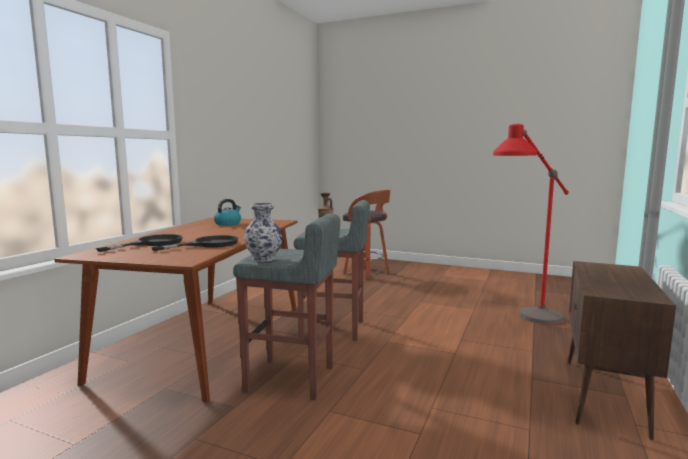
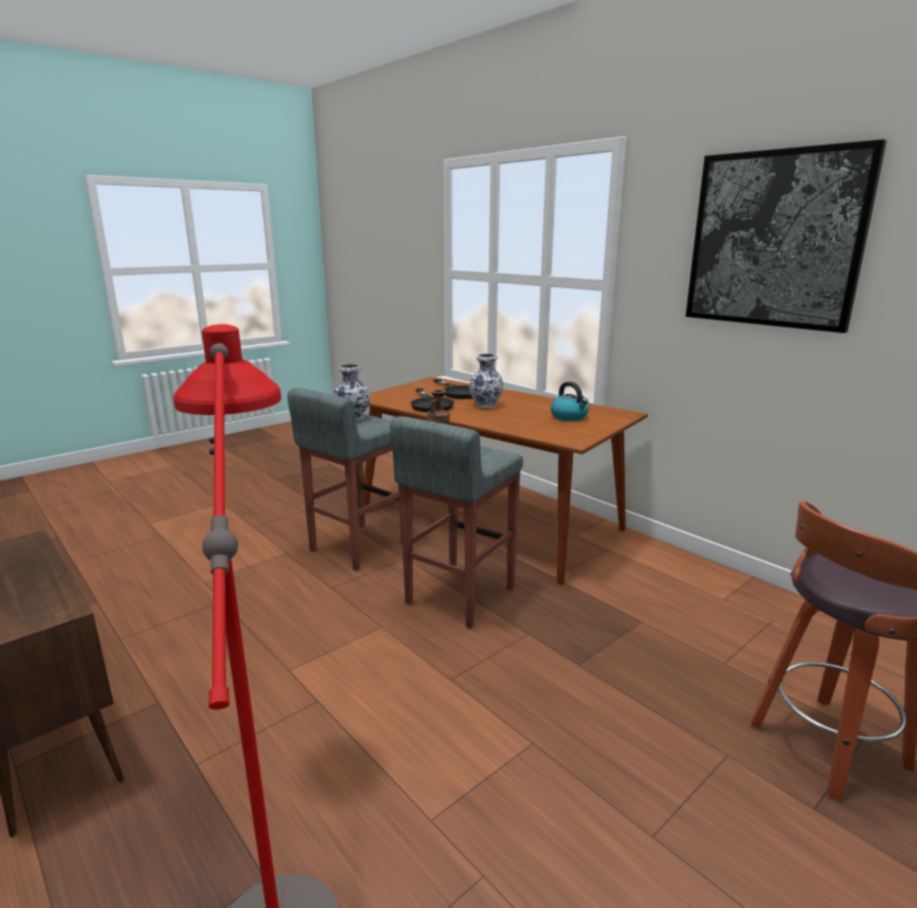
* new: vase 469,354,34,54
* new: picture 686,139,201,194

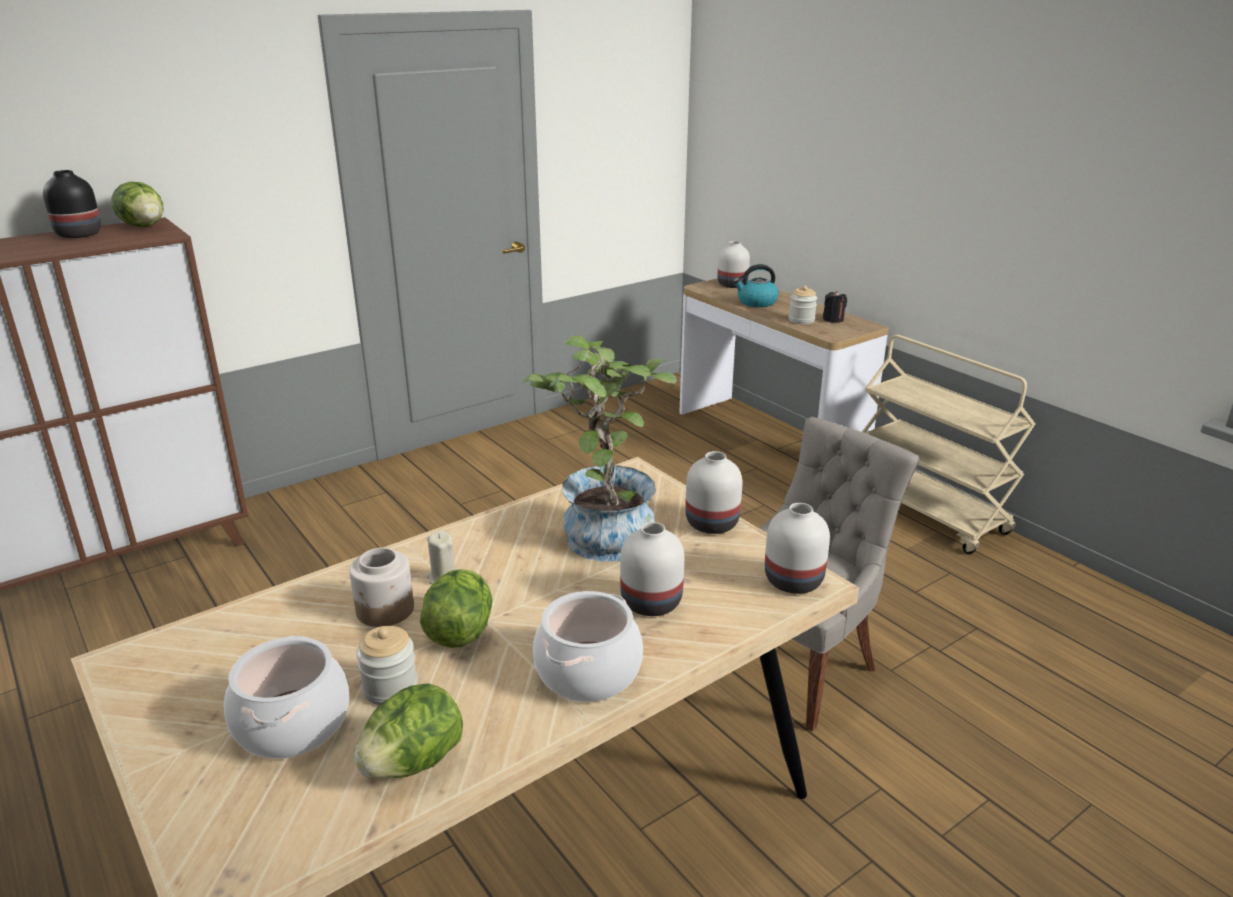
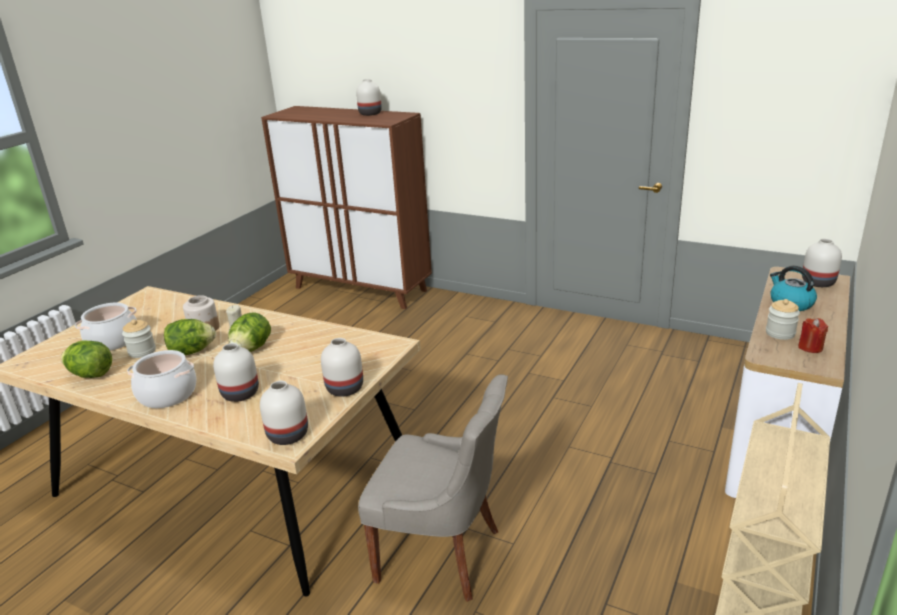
* gone: potted plant 521,335,156,227
* shifted: lettuce 111,182,52,45 to 228,312,43,40
* repainted: vase/black 43,170,58,68 to vase/white 356,79,26,37
* repainted: candle/black 823,291,24,32 to candle/red 798,318,30,35

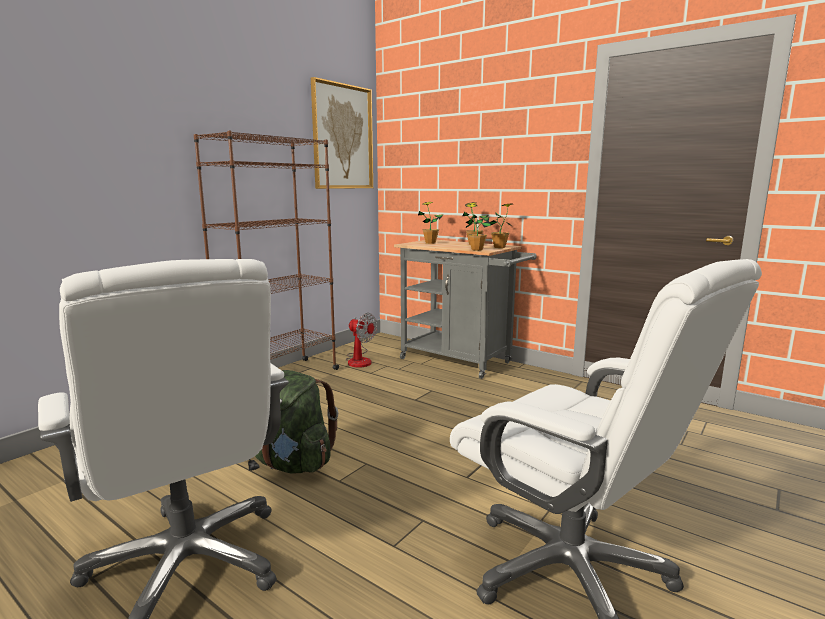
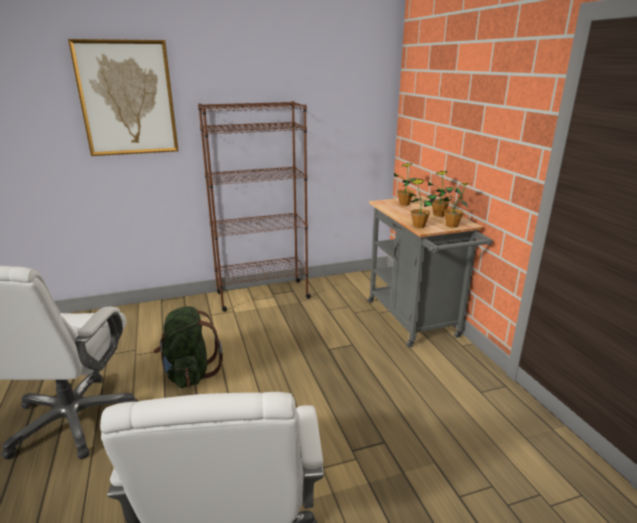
* gone: fan 346,313,31,55
* shifted: picture 311,77,62,112 to 68,39,111,117

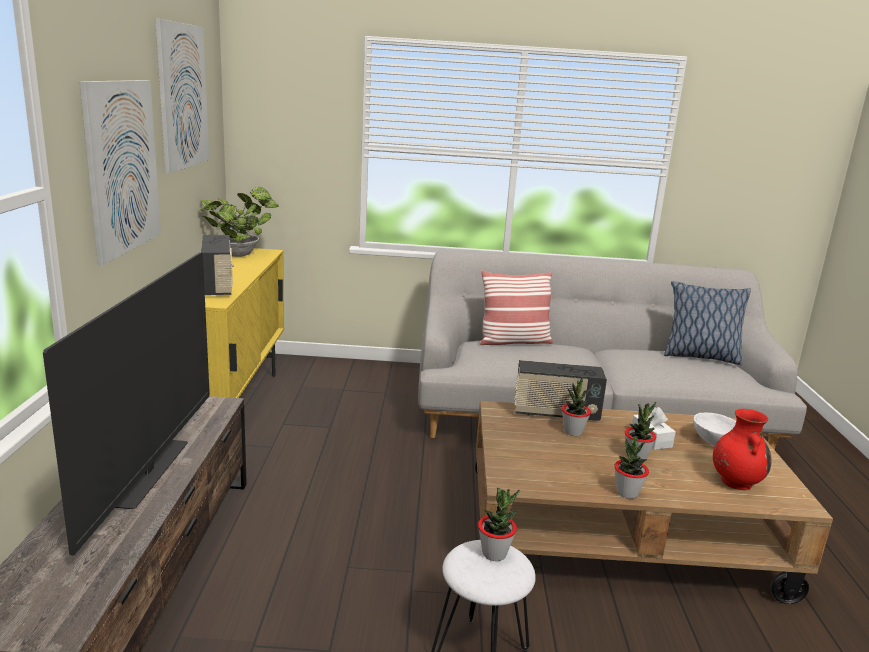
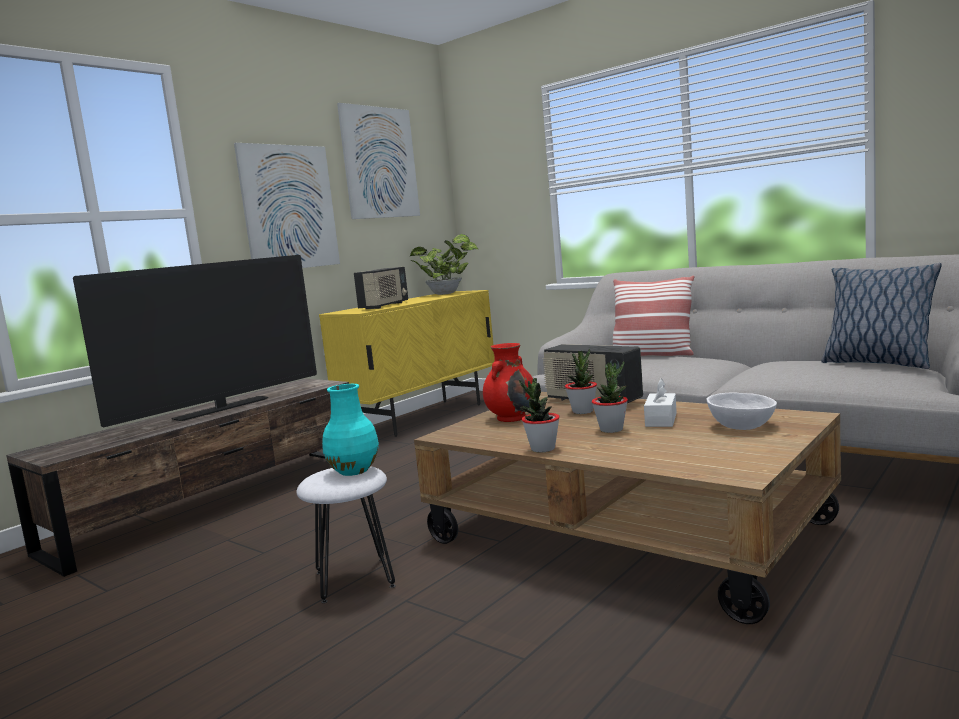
* shifted: vase/red 713,409,59,81 to 483,343,50,79
* swapped: potted plant 478,487,42,74 to vase/turquoise 322,384,57,92

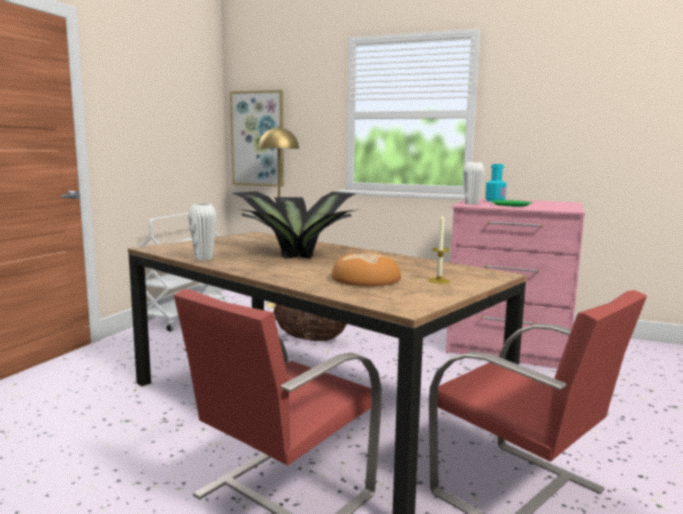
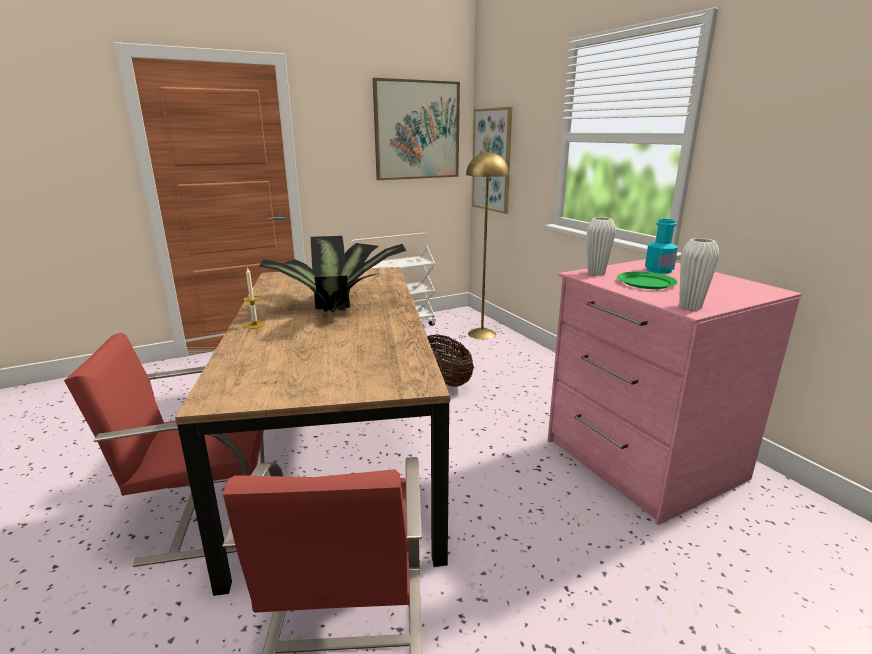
* gone: bread 332,253,69,33
* new: picture 373,78,87,102
* shifted: vase/white 188,204,29,56 to 679,238,41,72
* shifted: candle 429,213,21,70 to 243,267,22,62

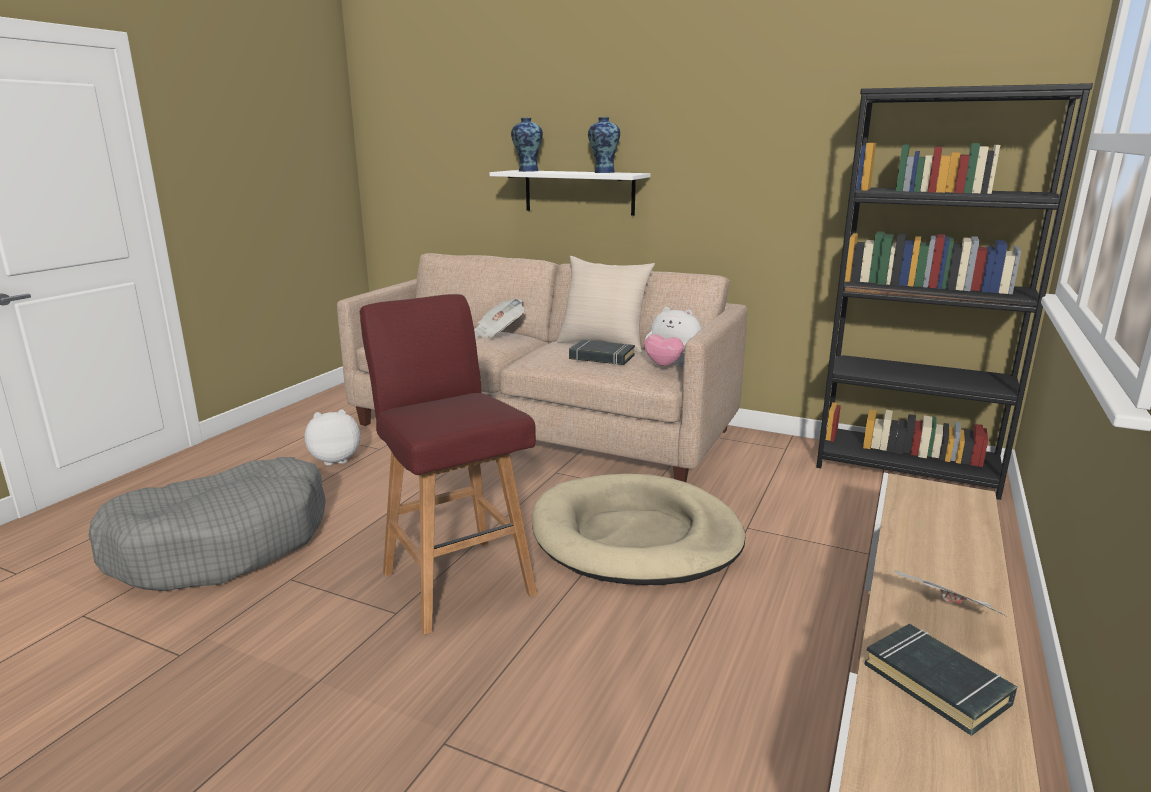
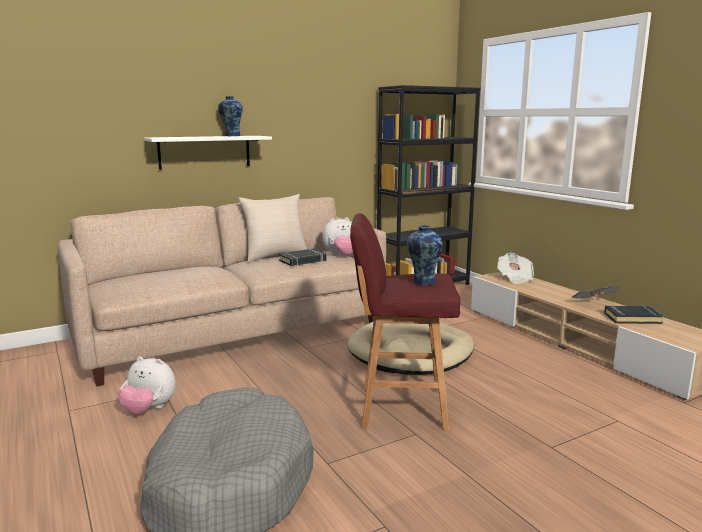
* shifted: newspaper 474,299,51,39 to 497,253,37,31
* shifted: vase 511,117,32,55 to 407,225,36,60
* rotated: plush toy 305,409,55,57 = 118,357,58,57 90 degrees counterclockwise

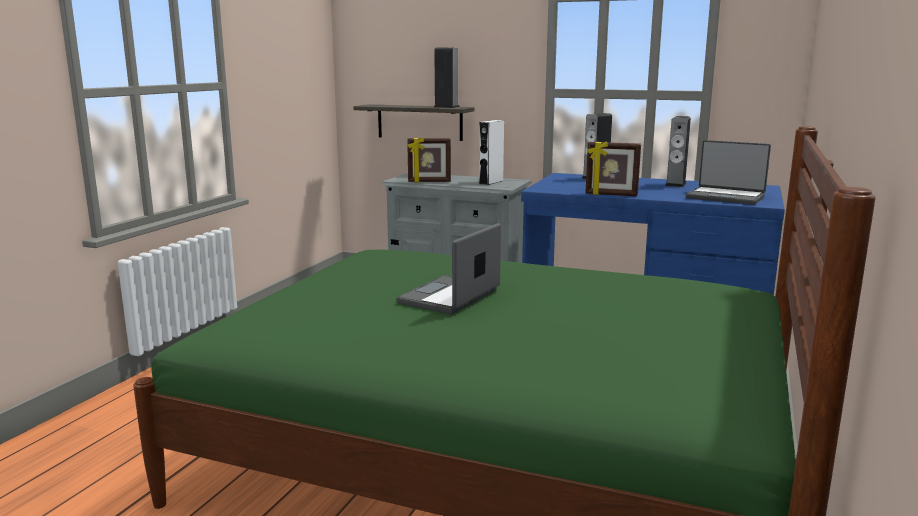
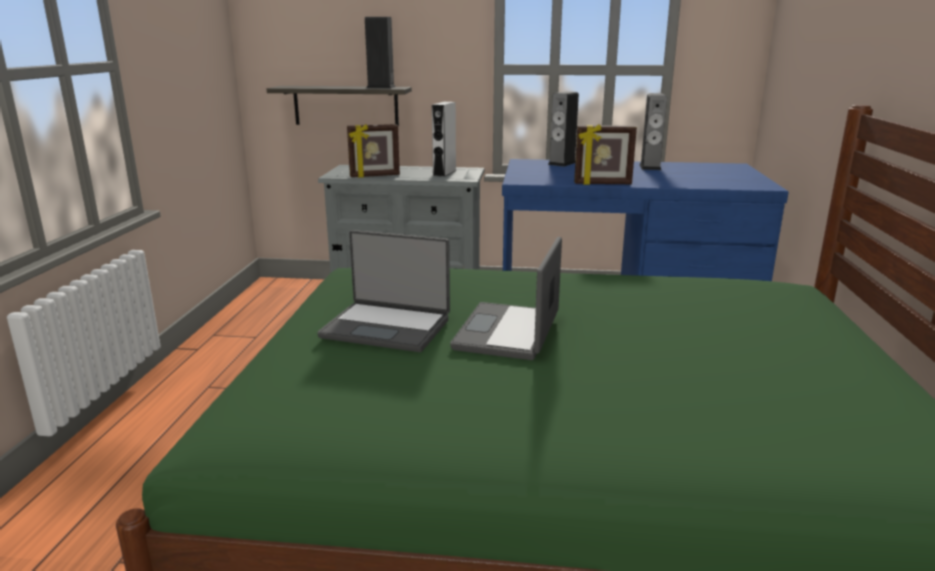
* shifted: laptop 686,140,85,65 to 318,230,132,122

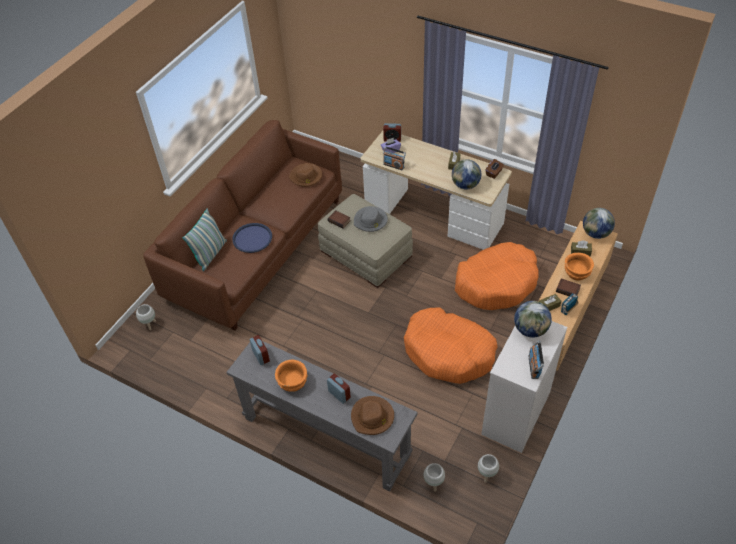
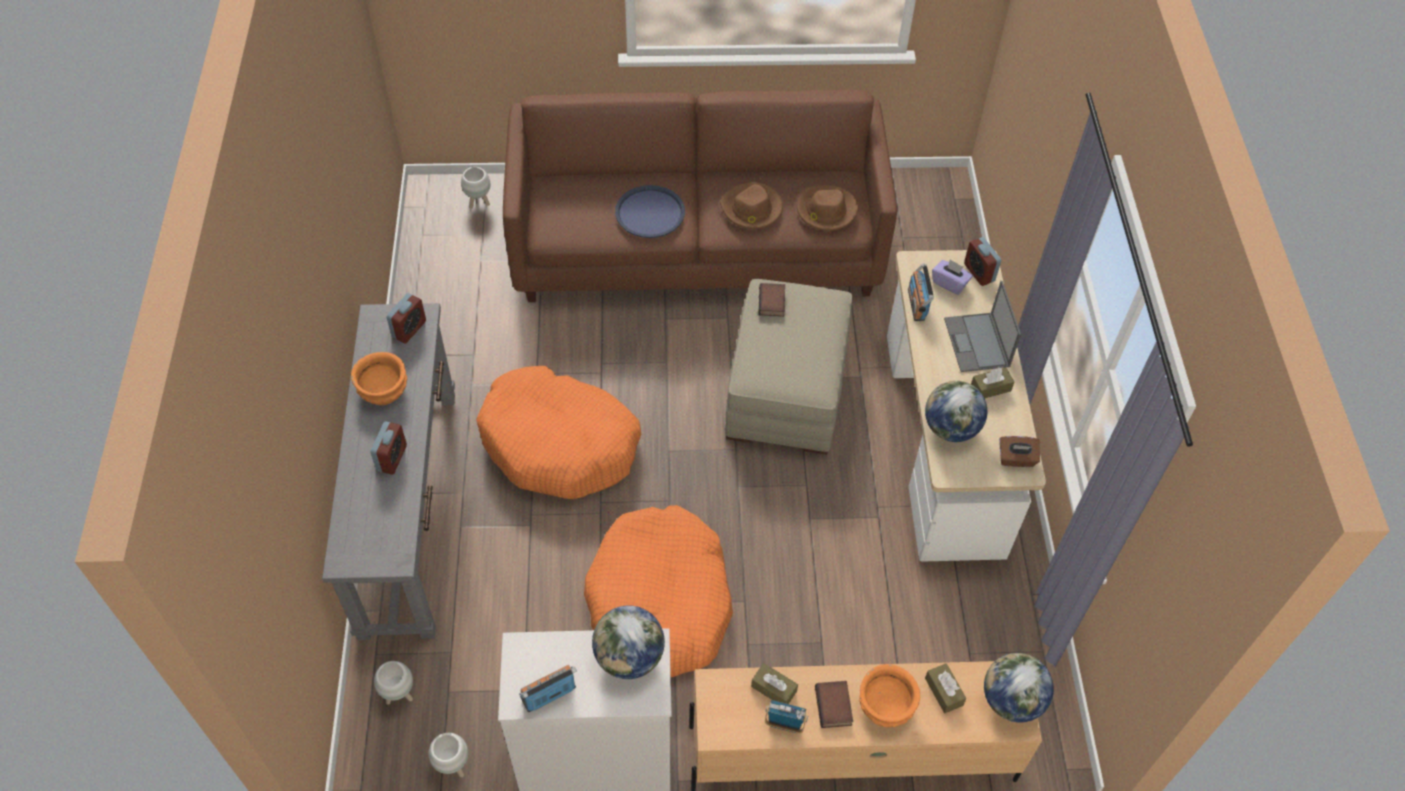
* gone: pillow 182,209,45,62
* gone: hat/grey 354,206,34,26
* new: laptop 944,281,77,91
* shifted: hat/brown 351,396,43,39 to 720,182,63,47
* shifted: dog bed/orange 455,242,84,68 to 476,366,165,133

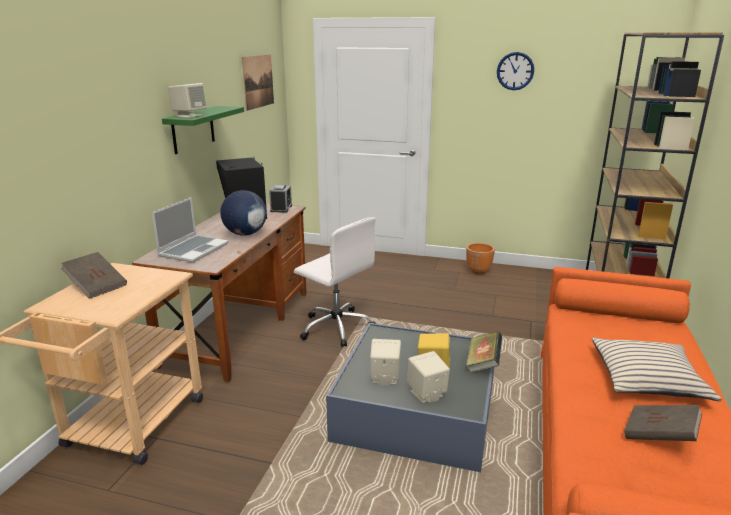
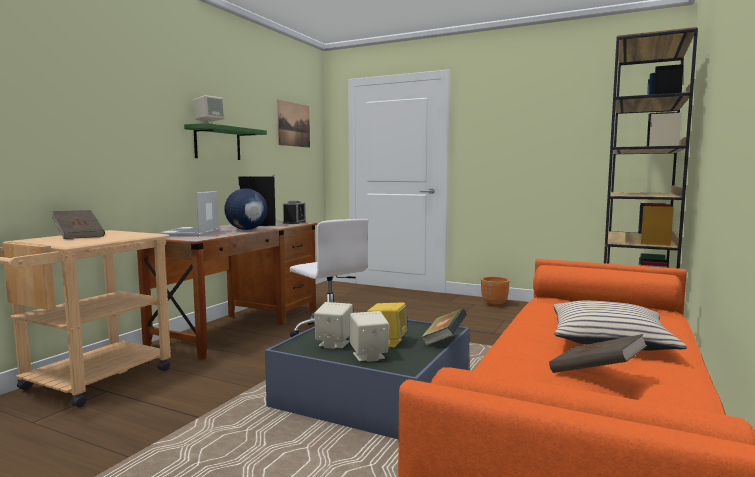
* gone: wall clock 497,52,37,38
* rotated: laptop 152,197,77,66 = 159,191,60,46 150 degrees clockwise

